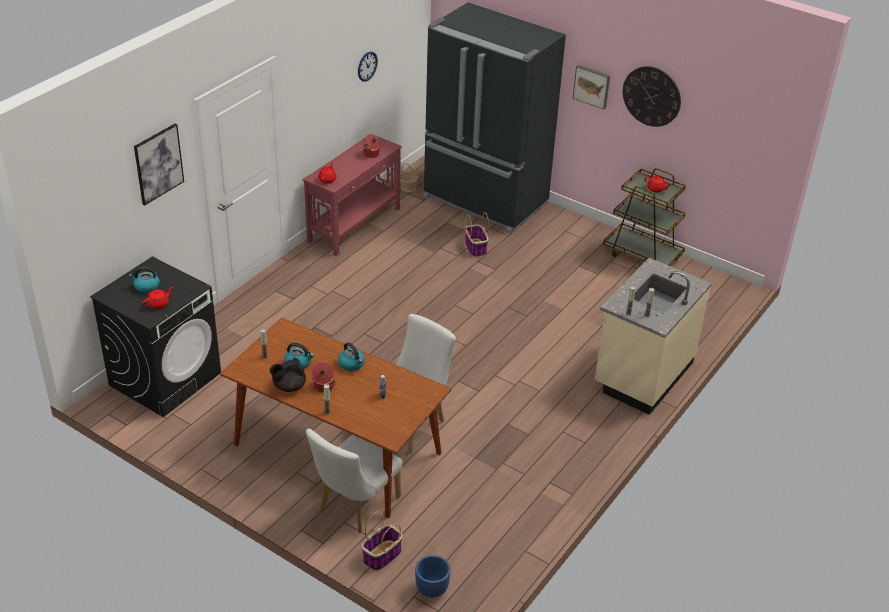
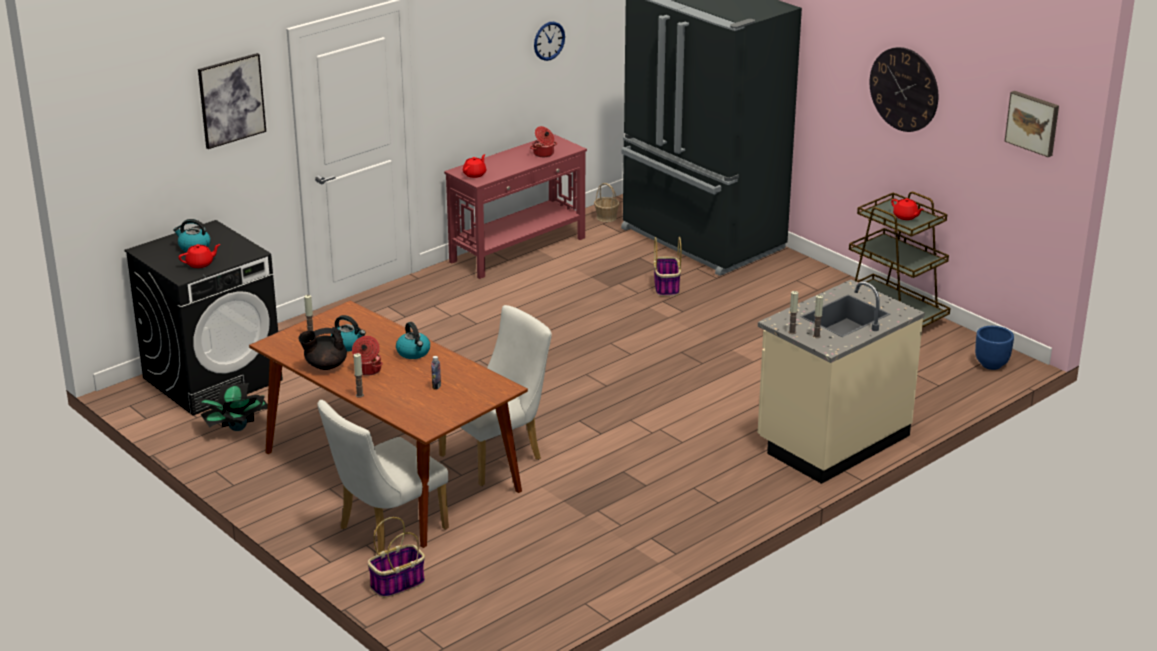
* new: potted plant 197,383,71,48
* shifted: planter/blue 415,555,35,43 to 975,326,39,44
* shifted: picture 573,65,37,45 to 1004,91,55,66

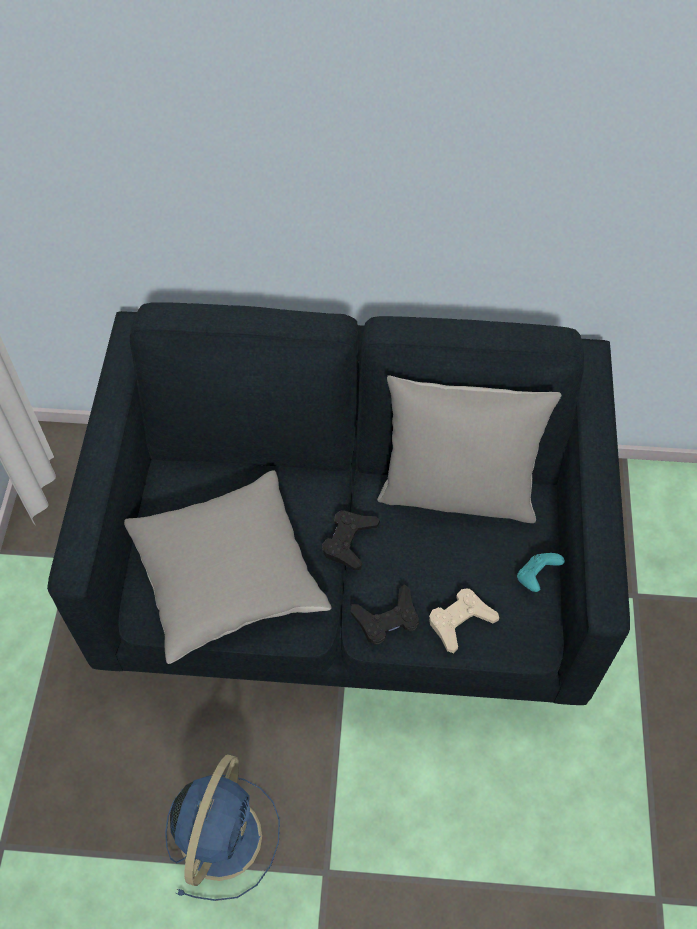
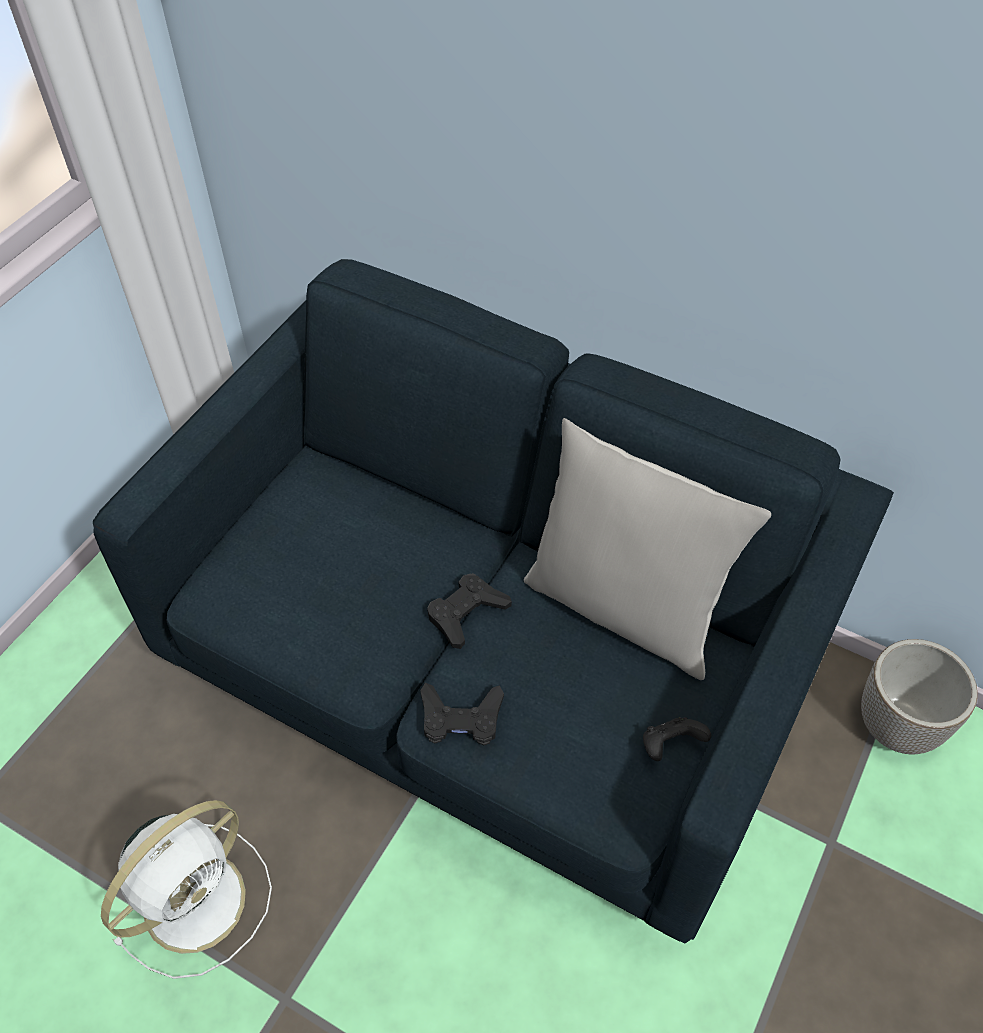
* gone: pillow/grey 124,470,208,194
* gone: game controller/beige 429,588,70,65
* new: planter 861,639,117,115
* repainted: fan/blue 165,754,115,147 to fan/white 101,800,171,179
* repainted: game controller/turquoise 517,553,48,39 to game controller/black 643,717,68,44

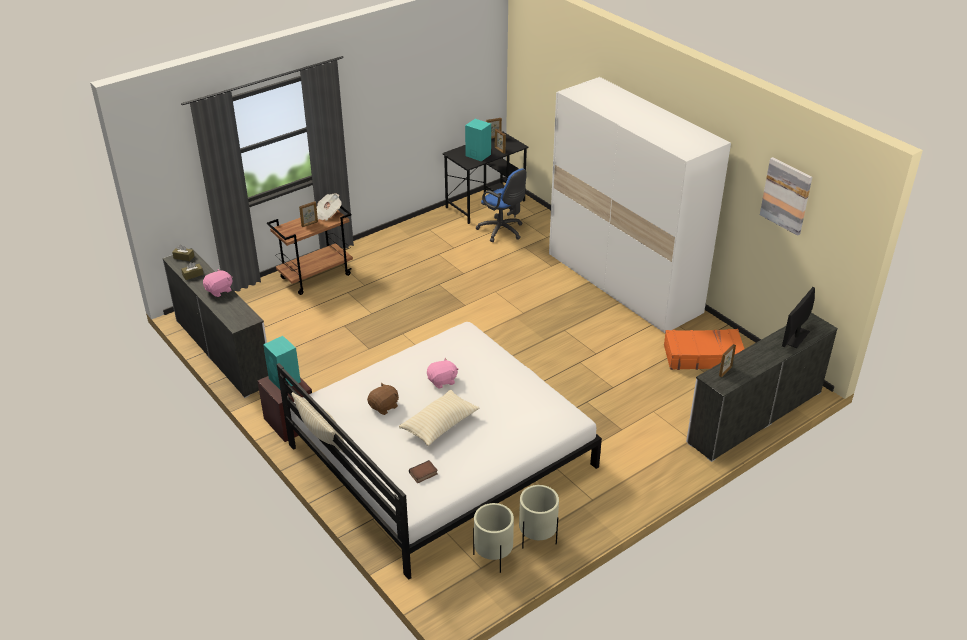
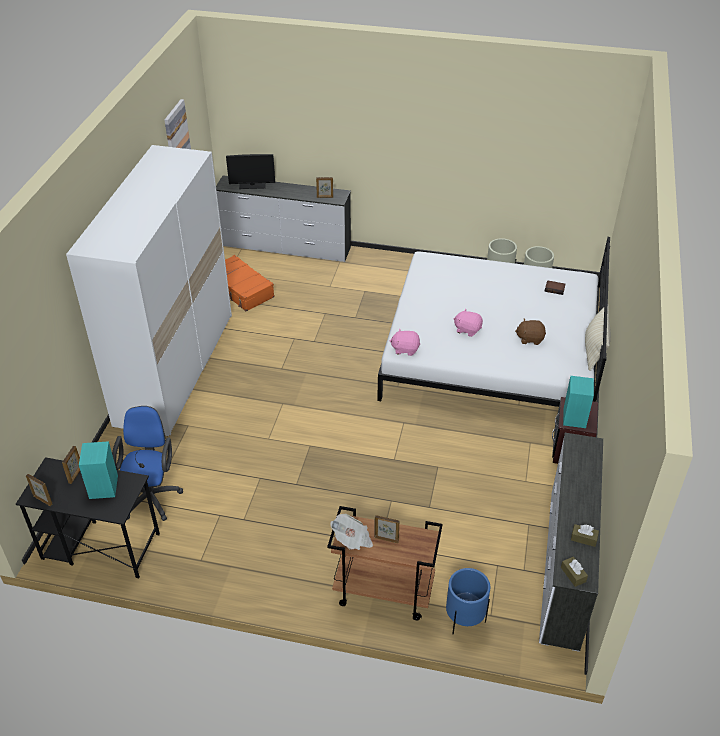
* gone: pillow/beige 399,390,80,56
* new: planter/blue 446,568,44,66
* shifted: plush toy/pink 203,269,30,28 to 390,328,30,28

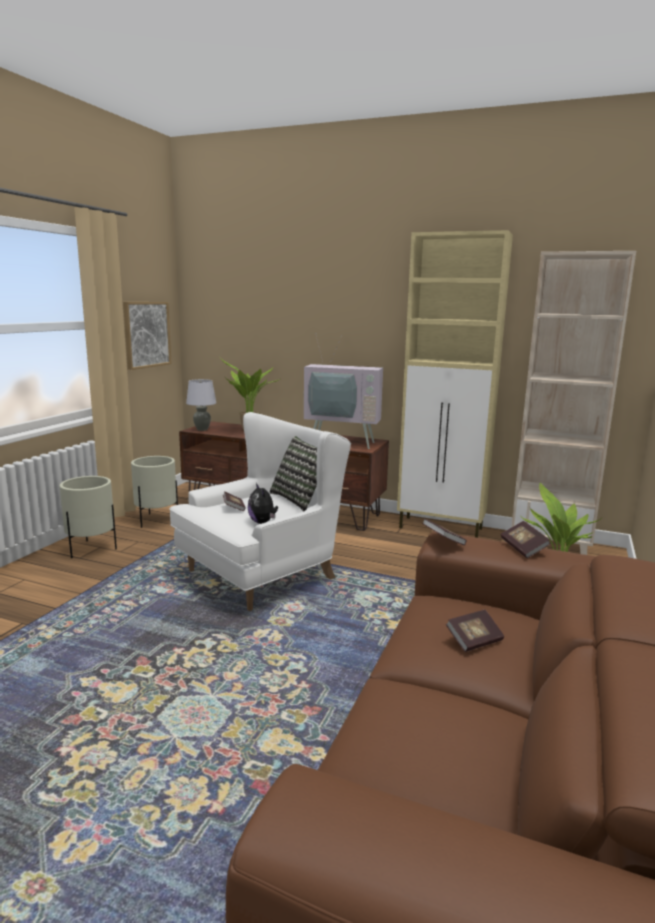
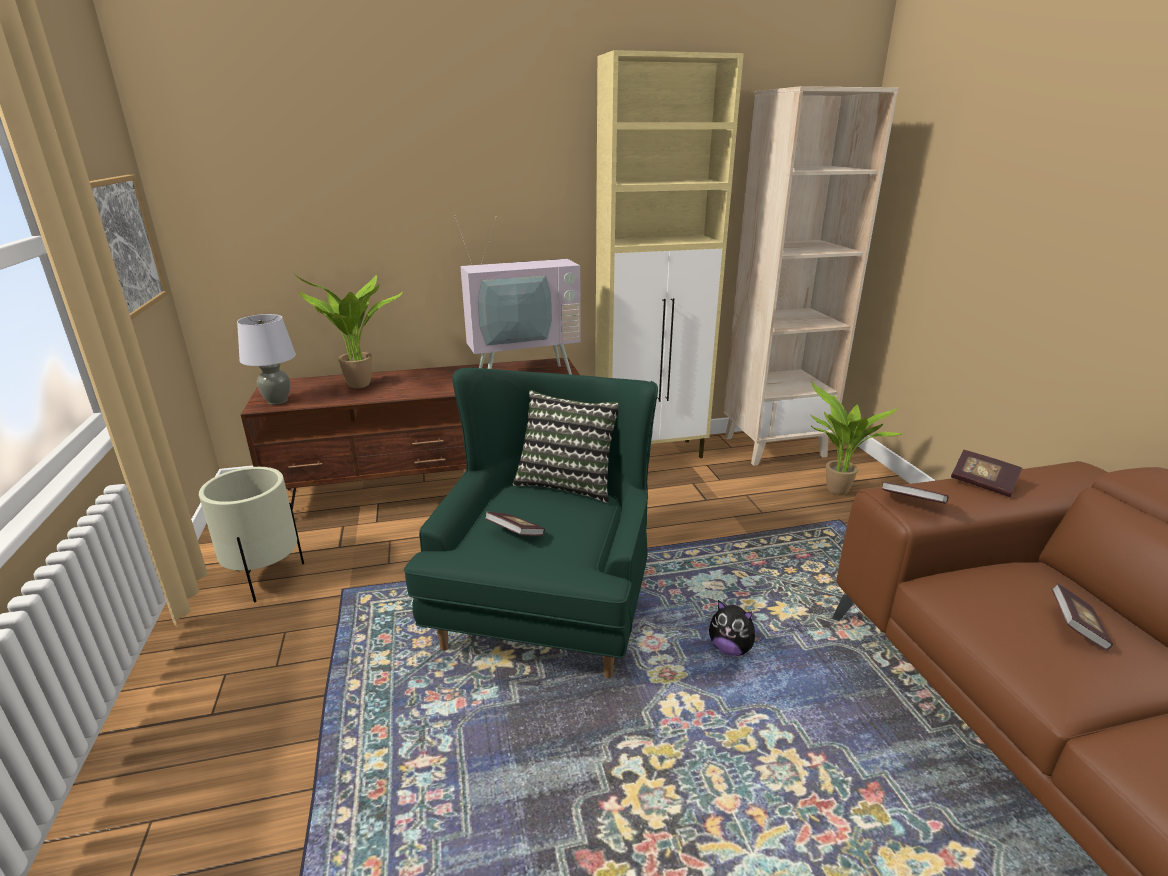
* gone: planter/beige 59,476,58,82
* shifted: plush toy 248,483,30,41 to 709,600,53,56
* repainted: armchair/white 169,412,182,199 to armchair/green 404,367,254,311

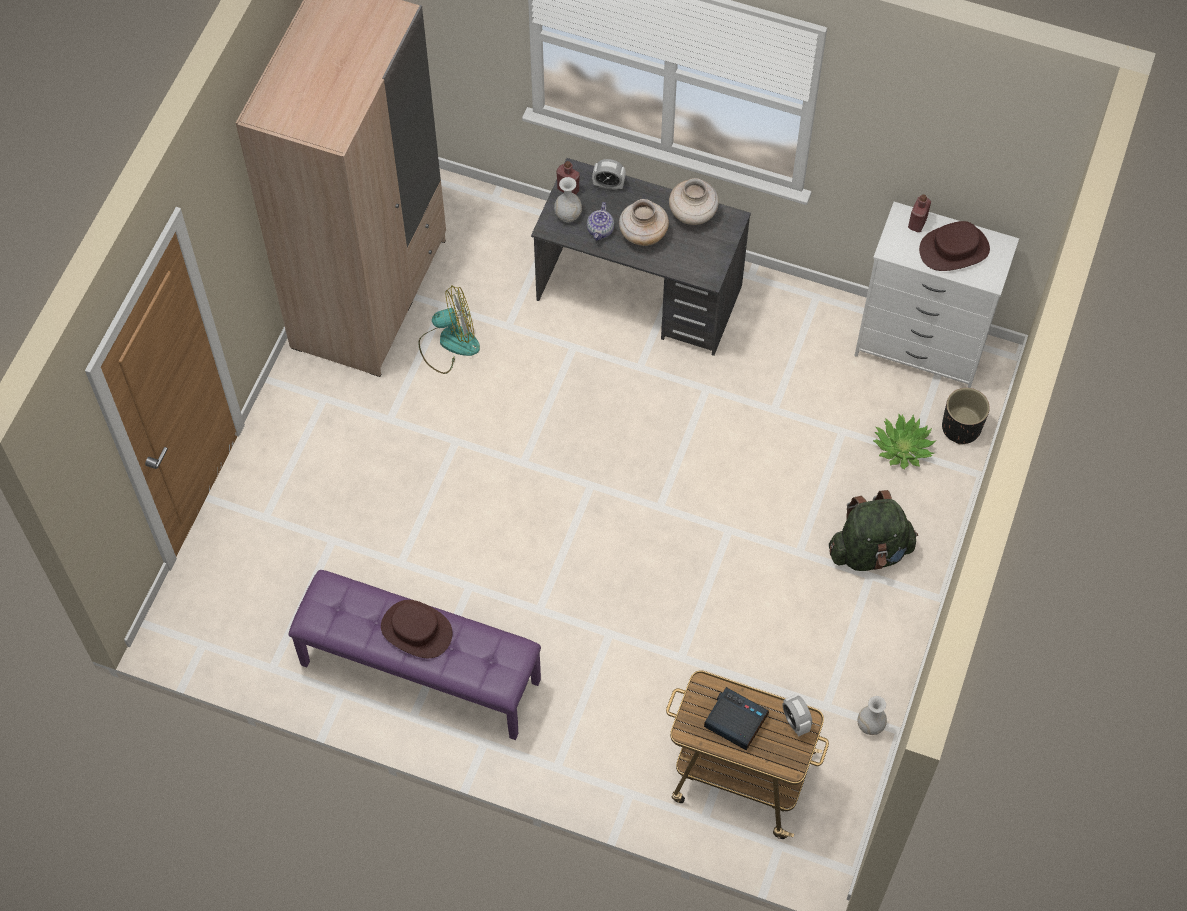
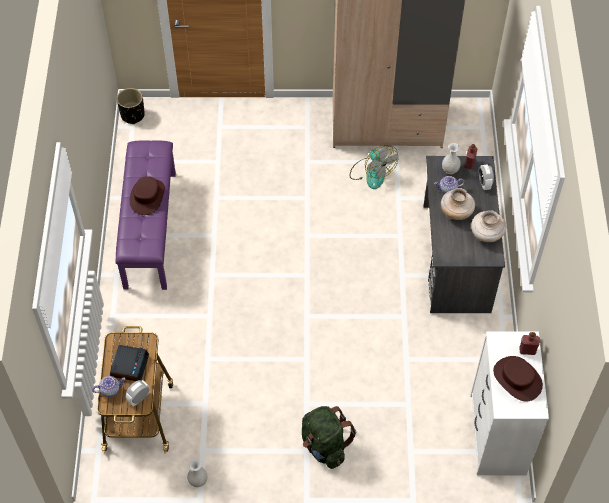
* gone: potted plant 873,414,63,56
* new: teapot 92,376,33,21
* shifted: planter/black 942,388,48,57 to 117,88,28,36

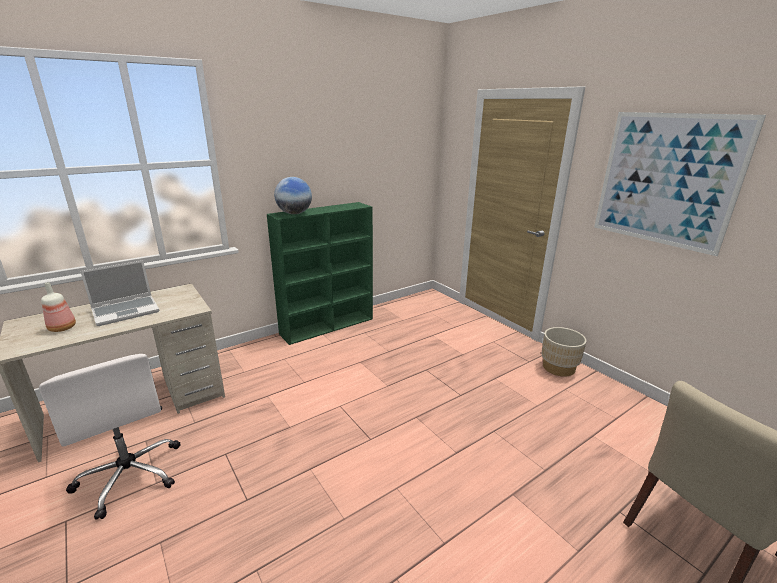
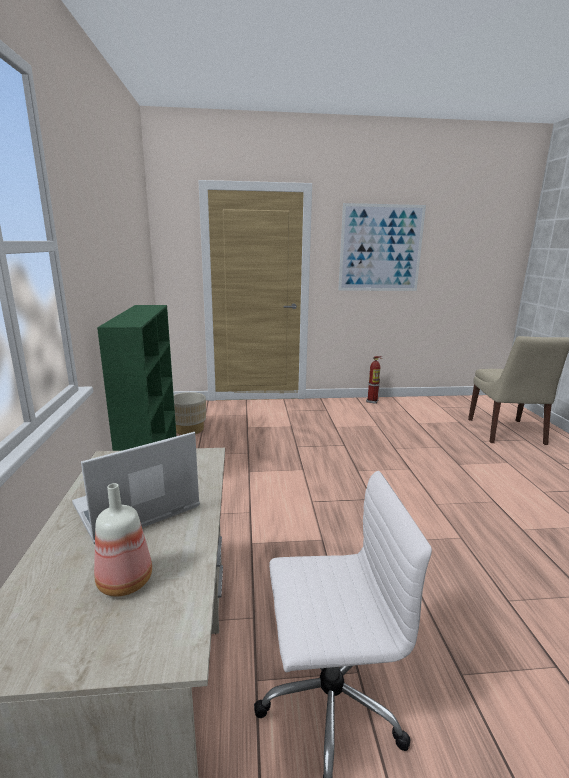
* gone: globe 274,177,38,37
* new: fire extinguisher 366,356,17,48
* shifted: planter/beige 542,327,45,50 to 174,392,32,43
* rotated: laptop 80,260,80,66 = 72,432,128,112 120 degrees counterclockwise

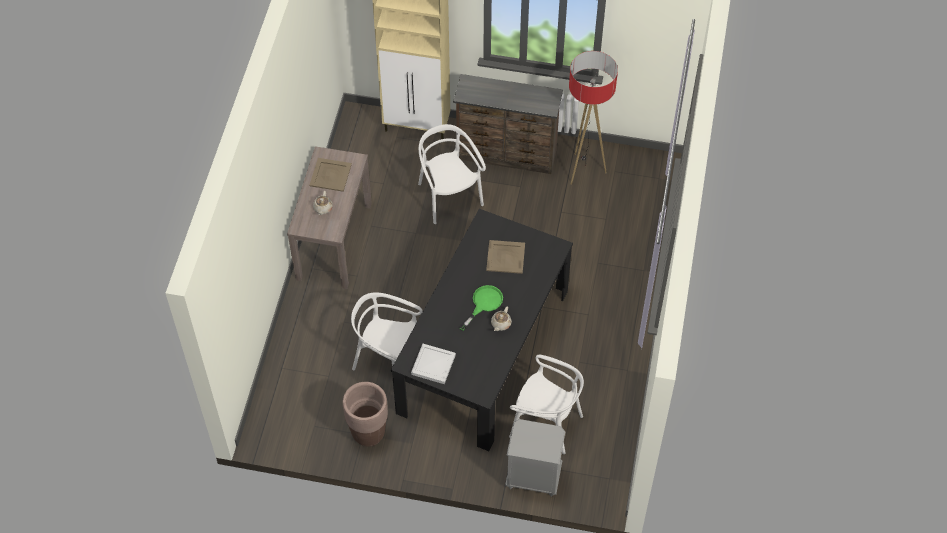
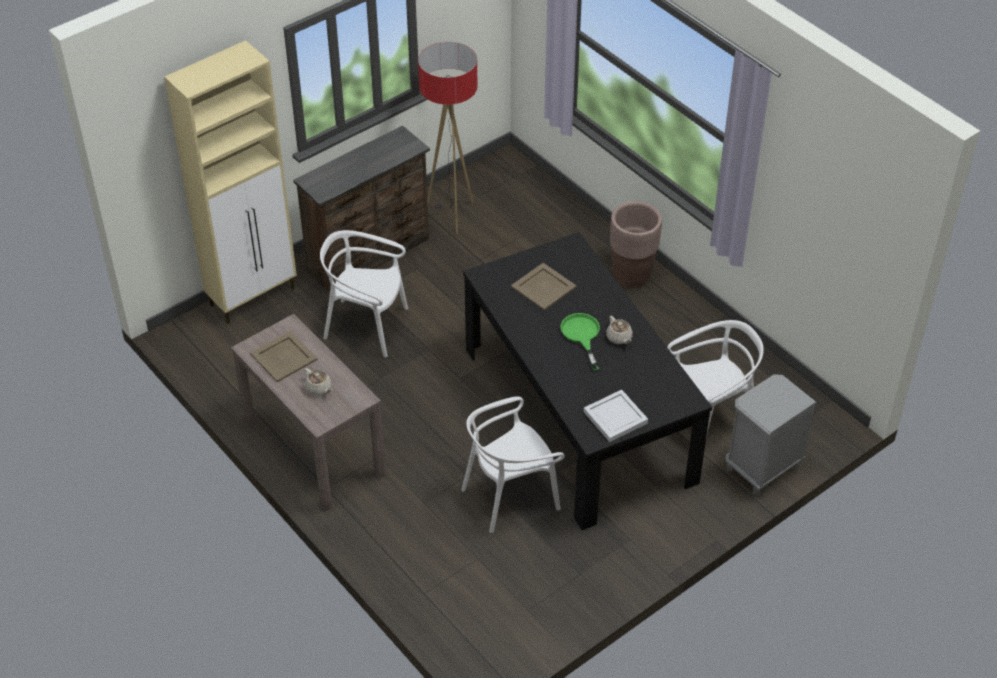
* shifted: planter/brown 343,382,45,64 to 610,201,52,87

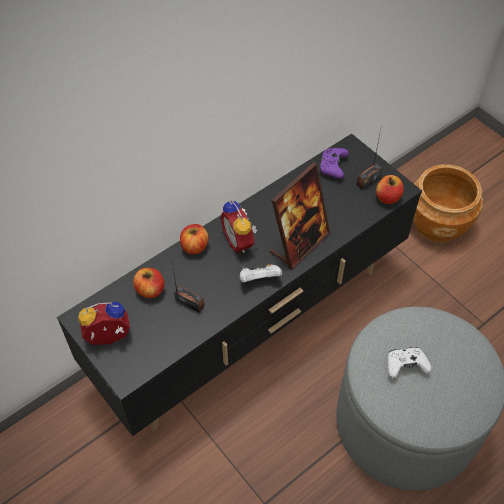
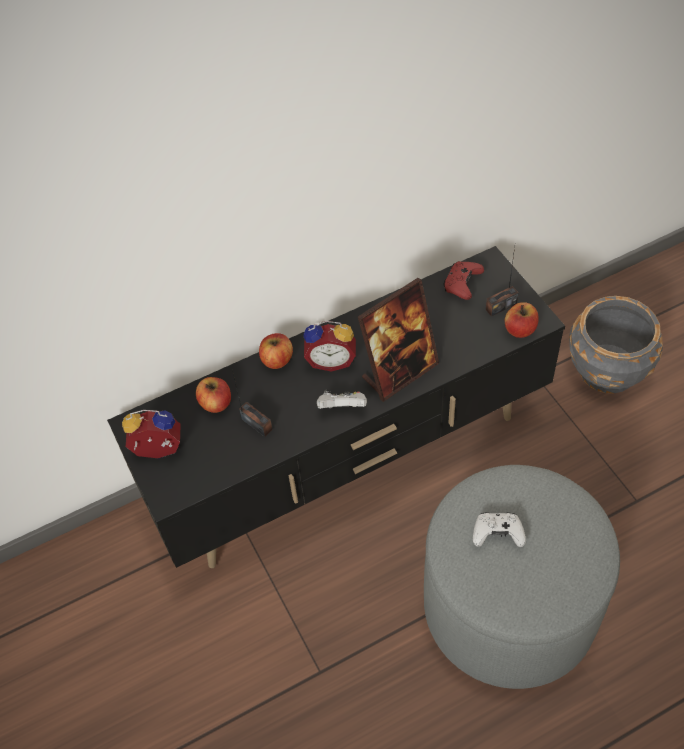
* repainted: game controller/purple 319,148,30,31 to game controller/red 444,261,40,39
* repainted: planter/brown 413,165,70,78 to planter/grey 569,296,94,97
* rotated: alarm clock 220,201,37,52 = 303,321,53,51 75 degrees counterclockwise

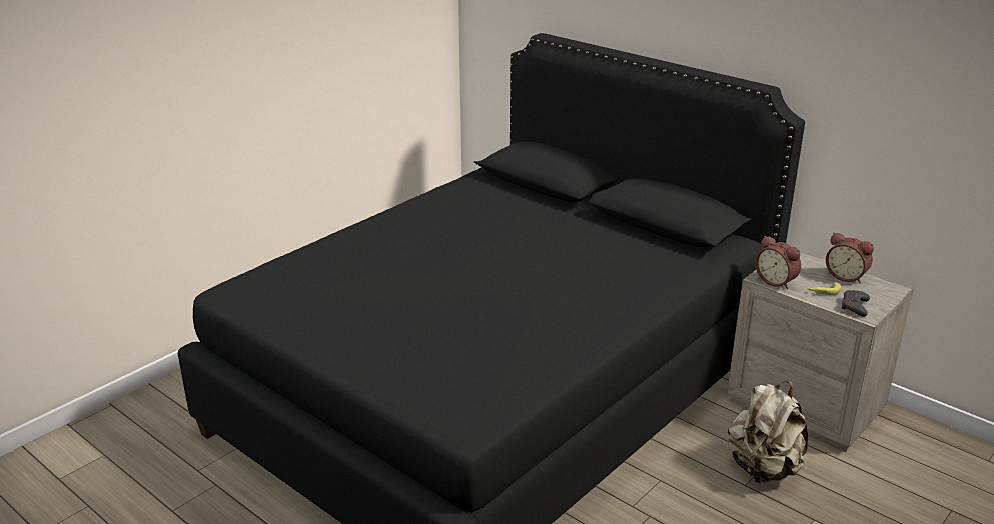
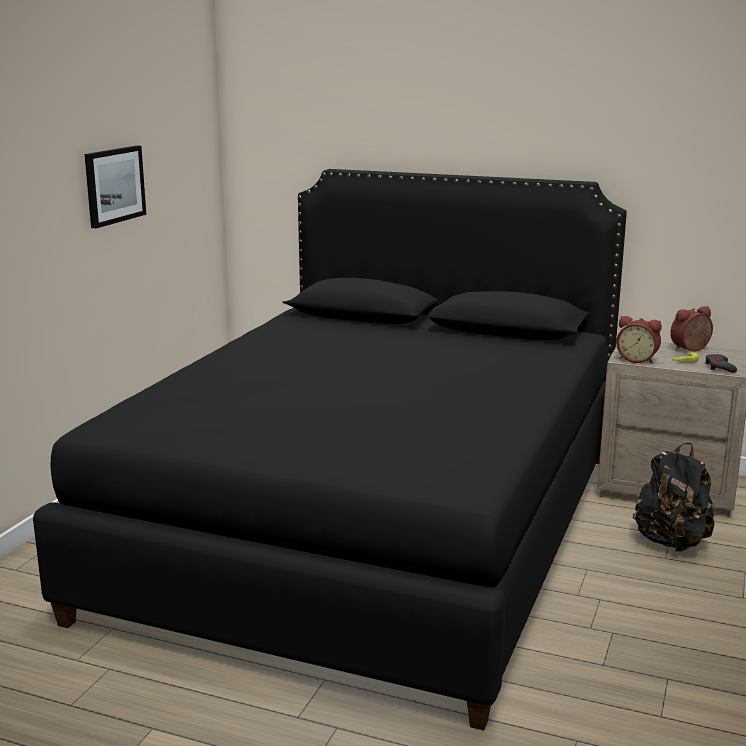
* new: picture 85,146,61,82
* repainted: backpack/beige 727,381,81,103 to backpack/black 633,443,81,109
* rotated: alarm clock 826,233,48,51 = 670,306,43,46 135 degrees clockwise

